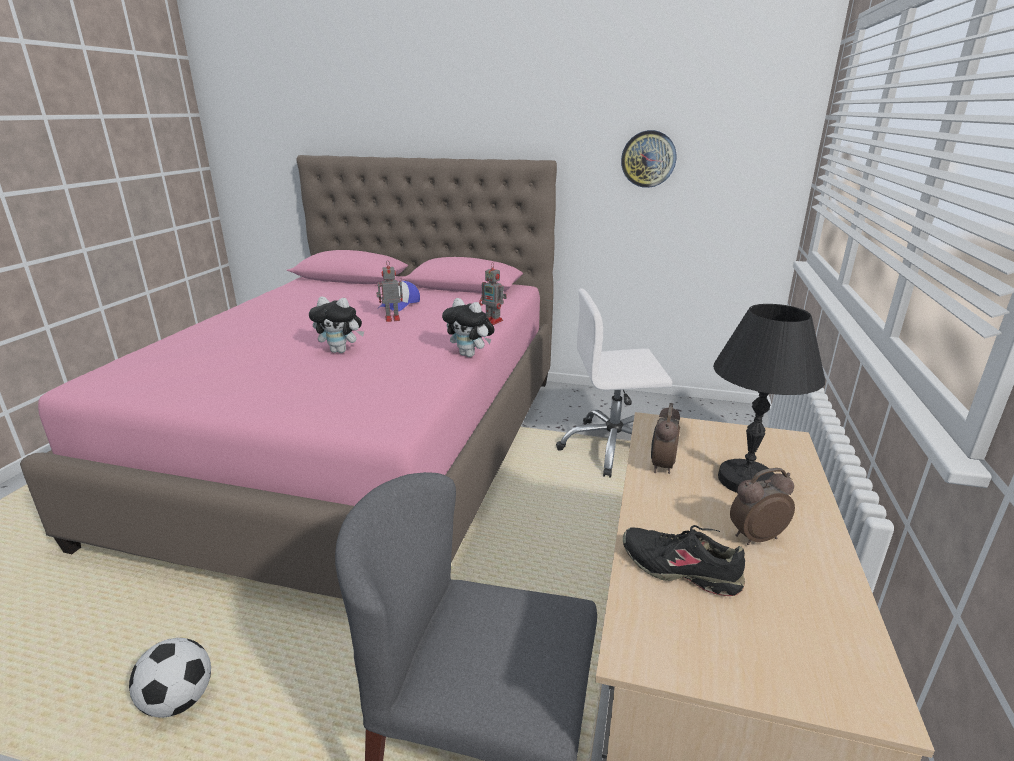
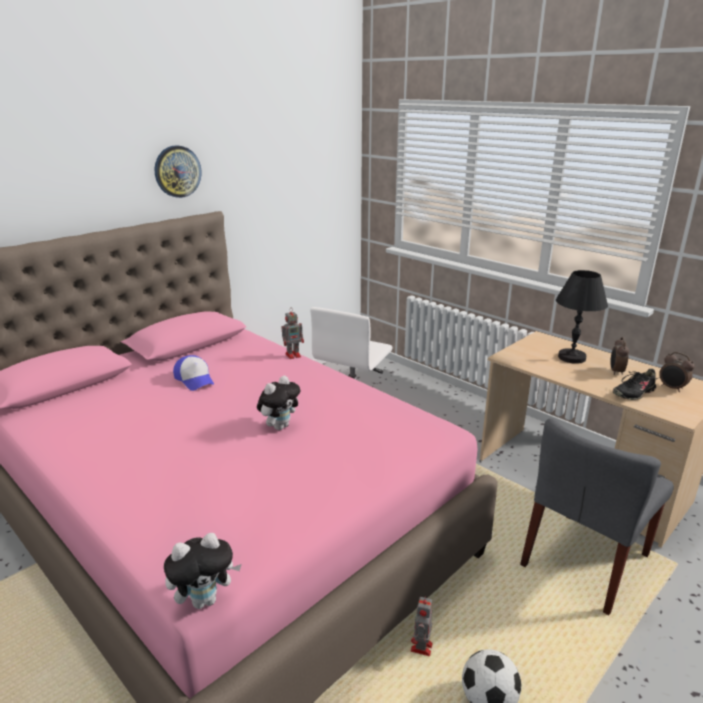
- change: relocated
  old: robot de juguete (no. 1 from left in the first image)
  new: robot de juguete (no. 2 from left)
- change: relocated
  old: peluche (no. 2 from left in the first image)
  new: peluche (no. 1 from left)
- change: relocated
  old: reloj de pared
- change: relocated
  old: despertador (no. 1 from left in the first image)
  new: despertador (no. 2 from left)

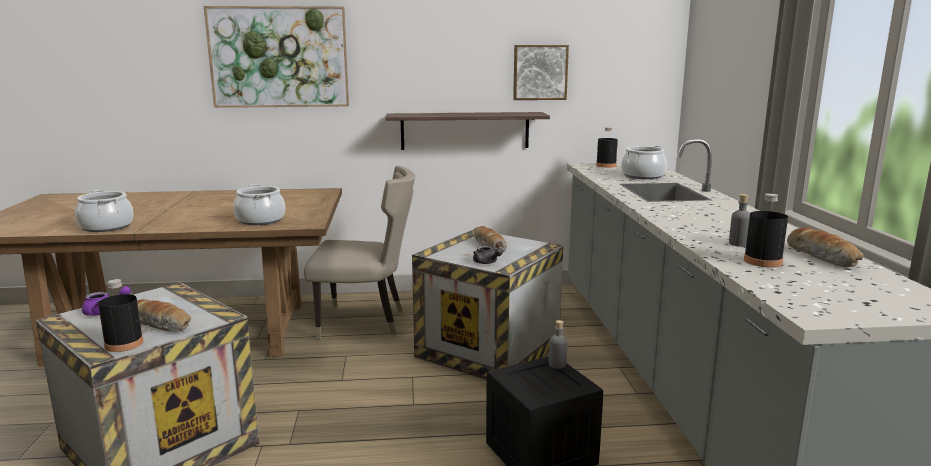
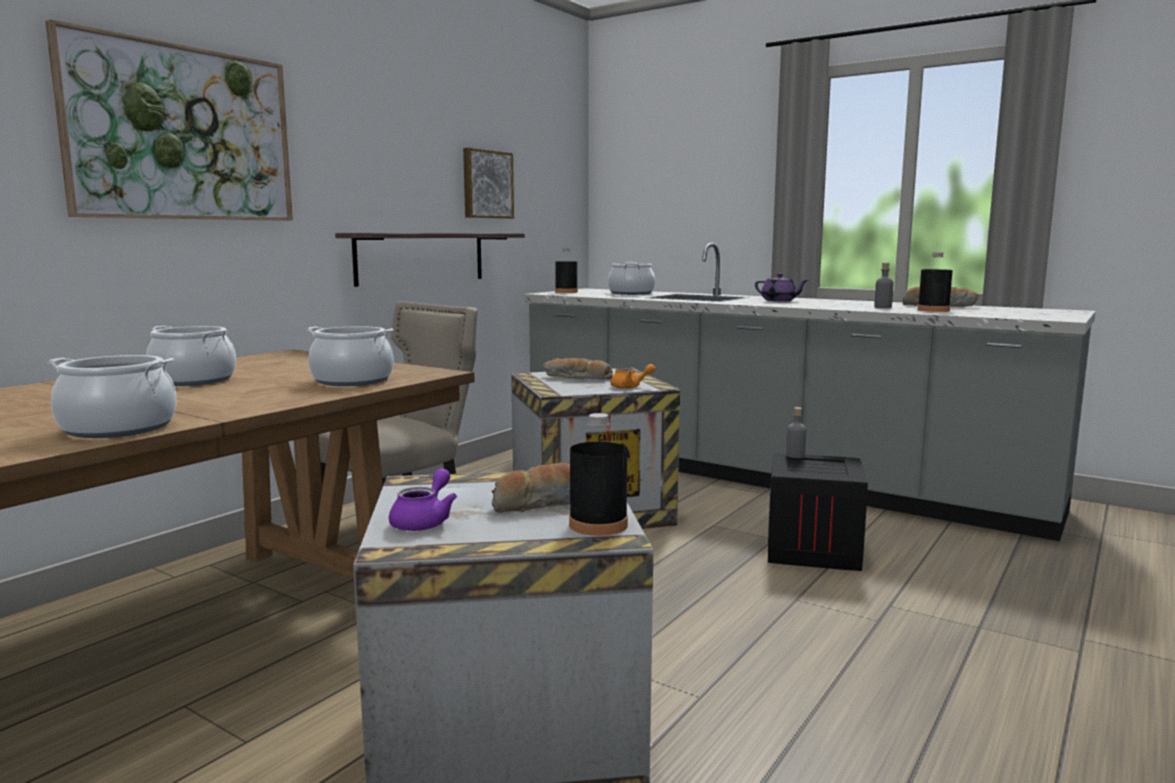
- change: appeared
  new: olla (no. 2 from left)
- change: appeared
  new: tetera [morado] (no. 2 from left)
- change: colour
  old: tetera [gris]
  new: tetera [naranja]

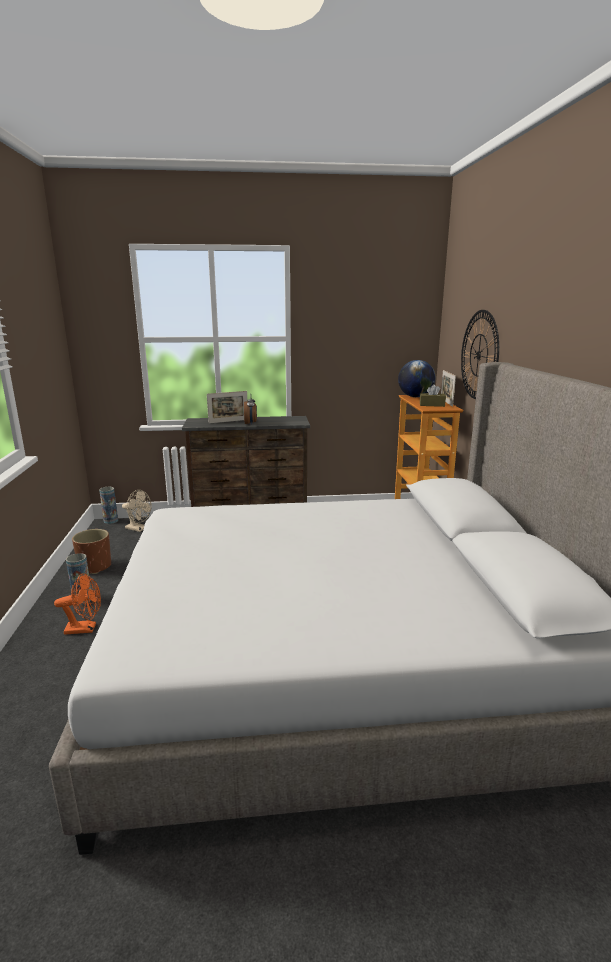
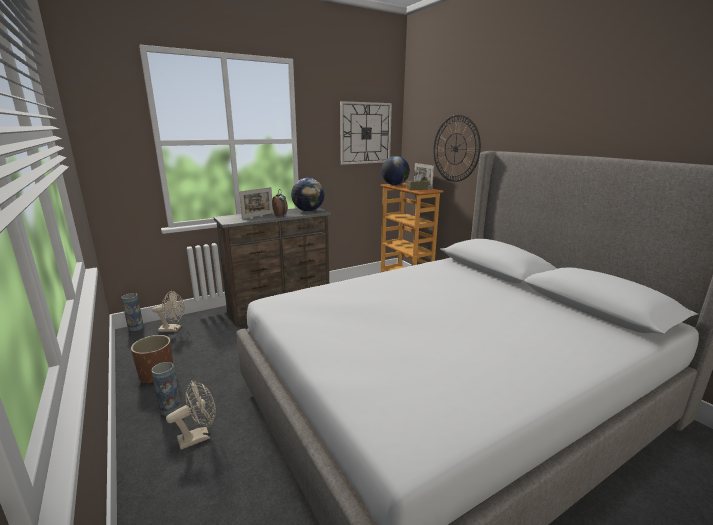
- change: appeared
  new: globo terráqueo (no. 1 from left)
- change: appeared
  new: reloj de pared (no. 1 from left)
- change: colour
  old: ventilador [naranja]
  new: ventilador [beis] (no. 2 from left)

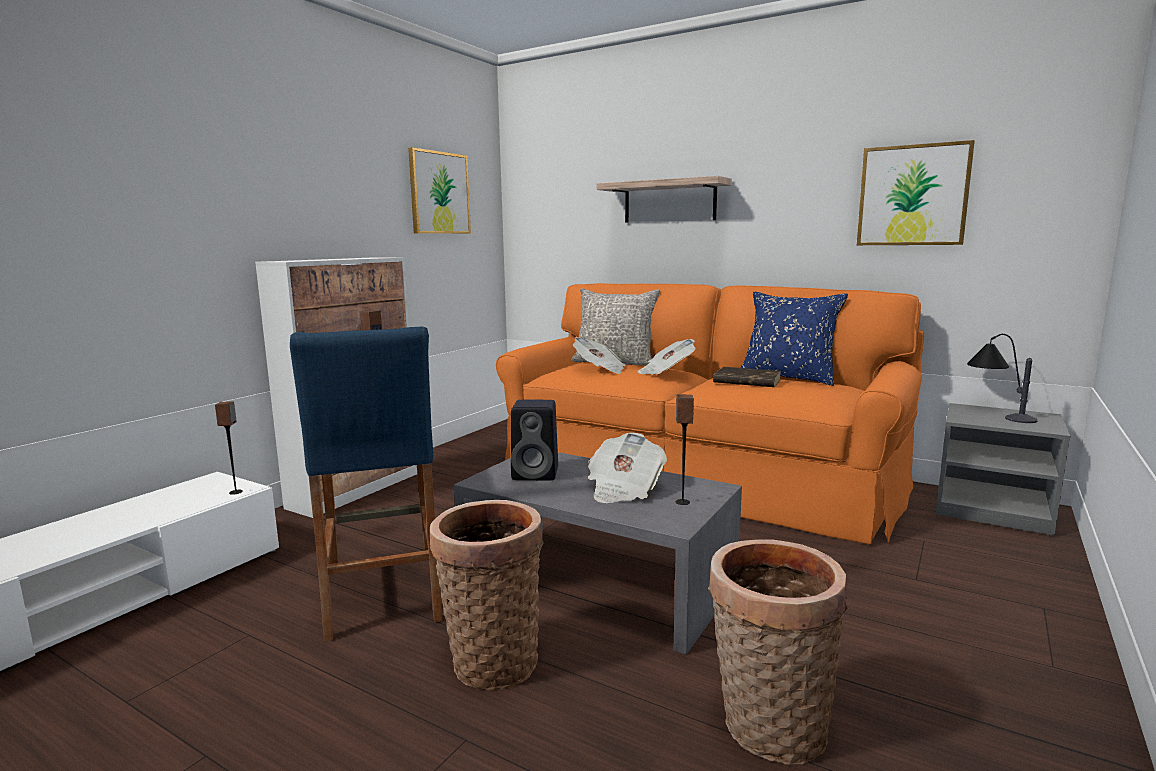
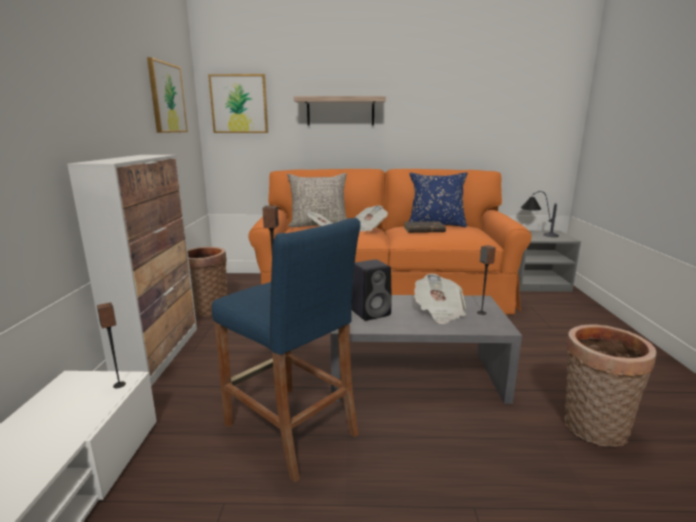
- change: relocated
  old: cesta (no. 1 from left)
- change: relocated
  old: cuadro (no. 2 from left)

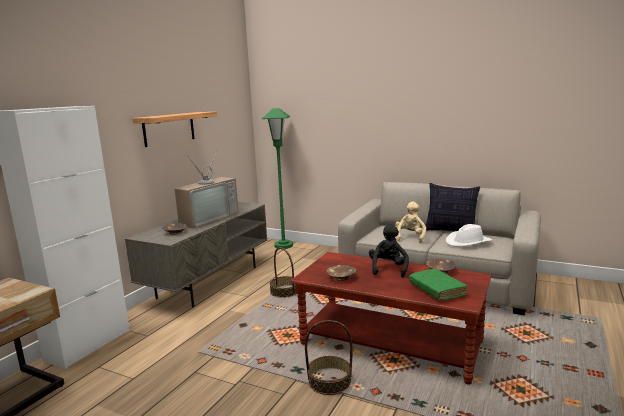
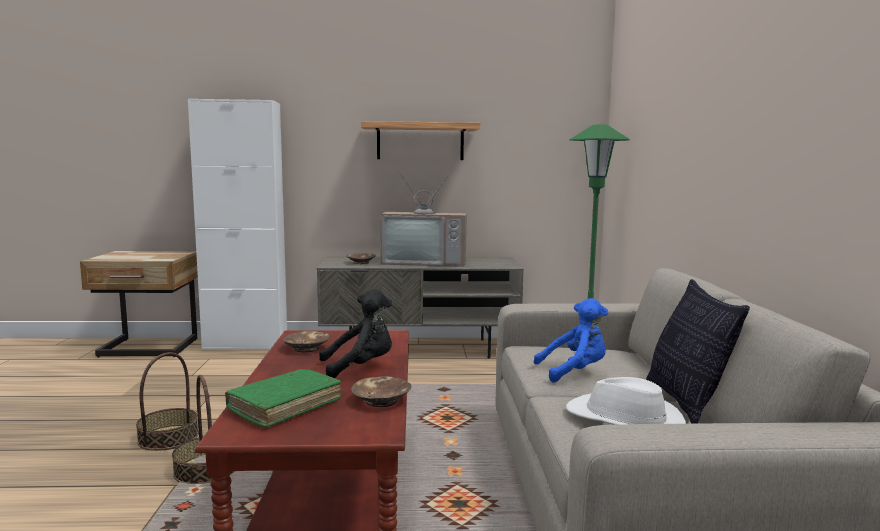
- change: relocated
  old: cesta (no. 1 from left)
- change: colour
  old: peluche [beis]
  new: peluche [azul]

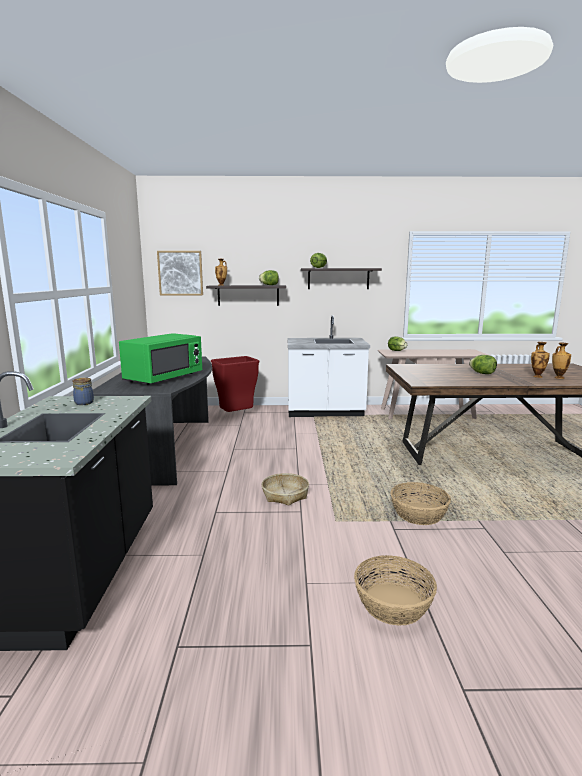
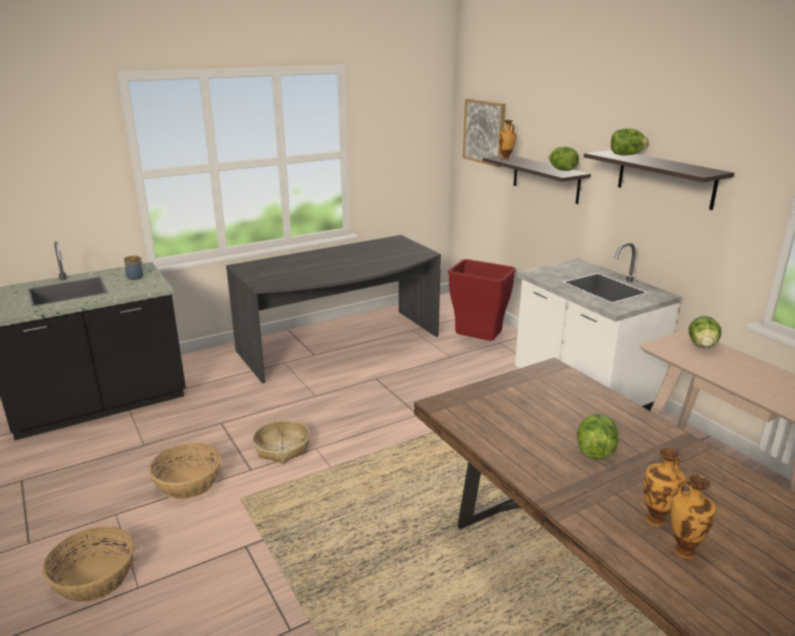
- change: missing
  old: microondas [verde]
- change: relocated
  old: cesta (no. 3 from left in the first image)
  new: cesta (no. 2 from left)

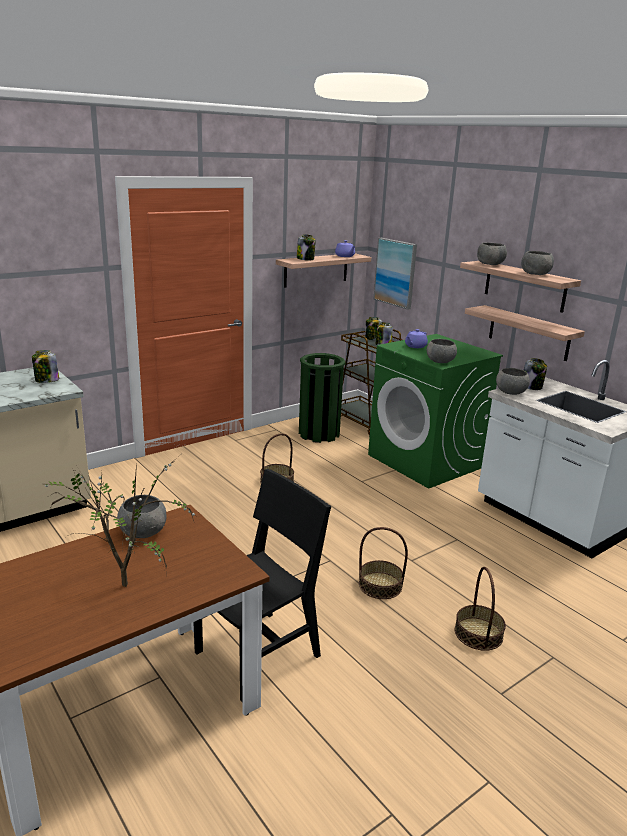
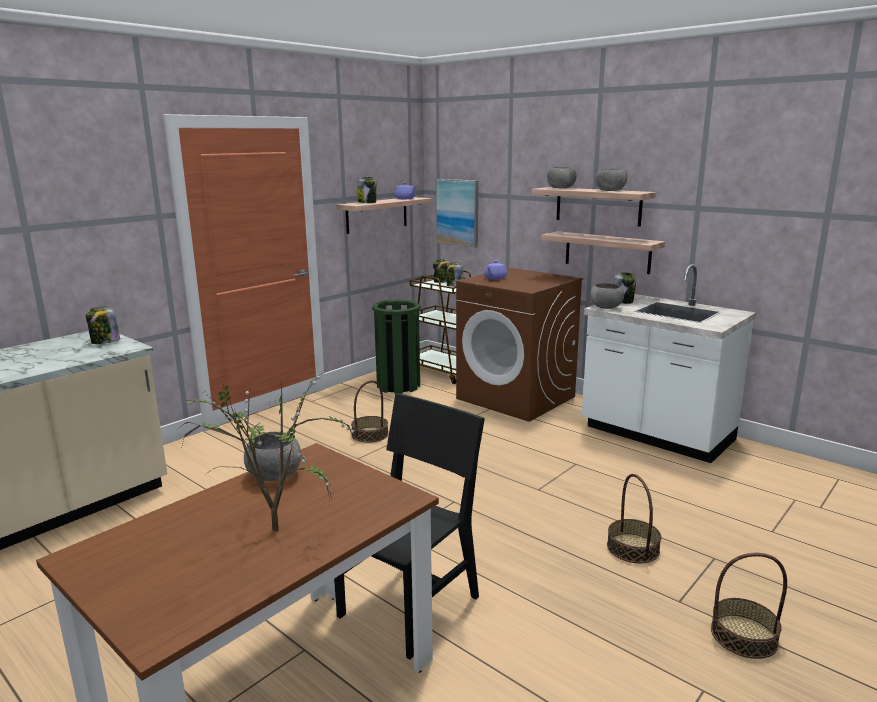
- change: missing
  old: cuenco [gris] (no. 2 from left)
- change: relocated
  old: cesta (no. 2 from left in the first image)
  new: cesta (no. 3 from left)
- change: colour
  old: lavadora [verde]
  new: lavadora [marrón]

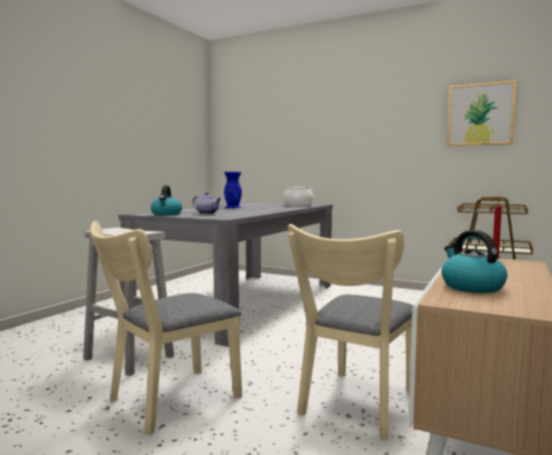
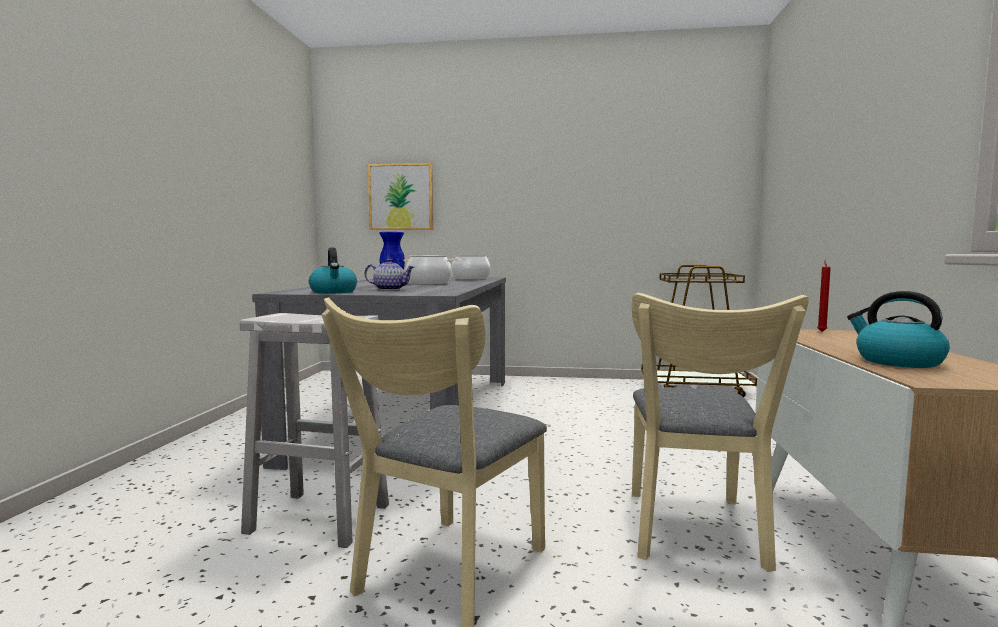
- change: appeared
  new: olla (no. 1 from left)
- change: relocated
  old: cuadro

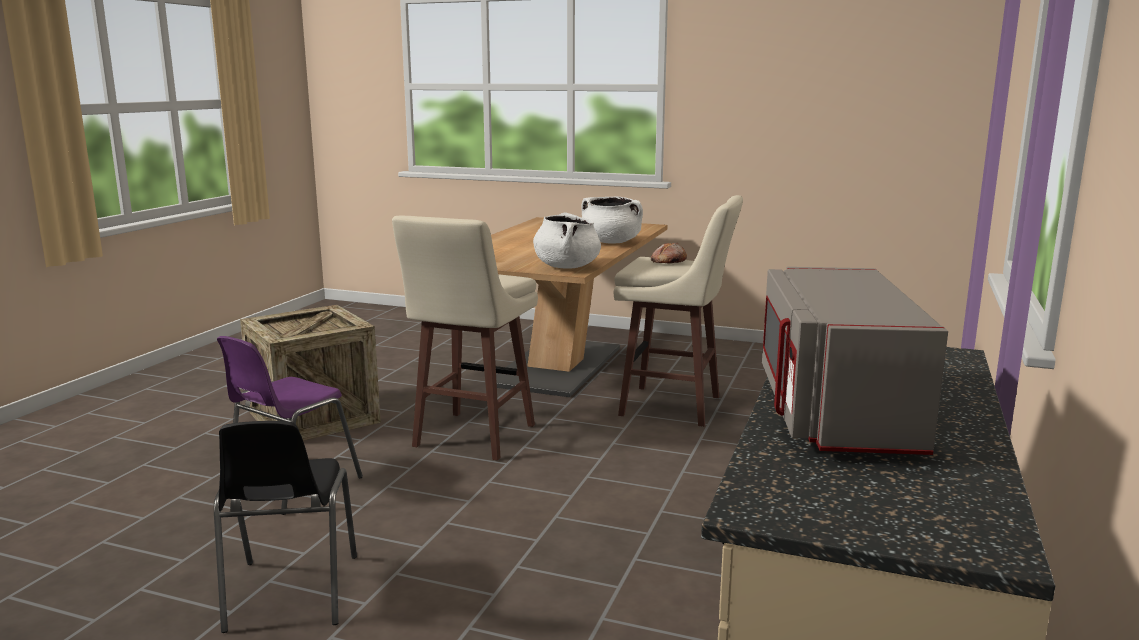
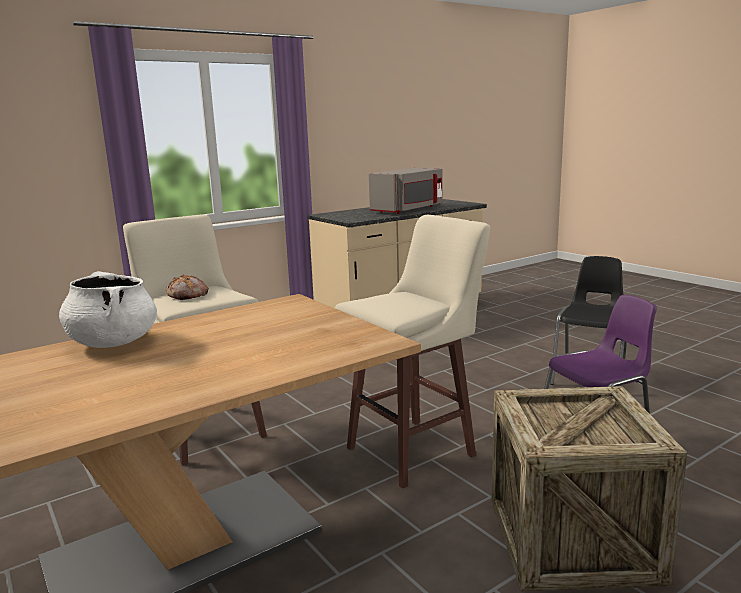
- change: missing
  old: olla [blanco] (no. 1 from left)

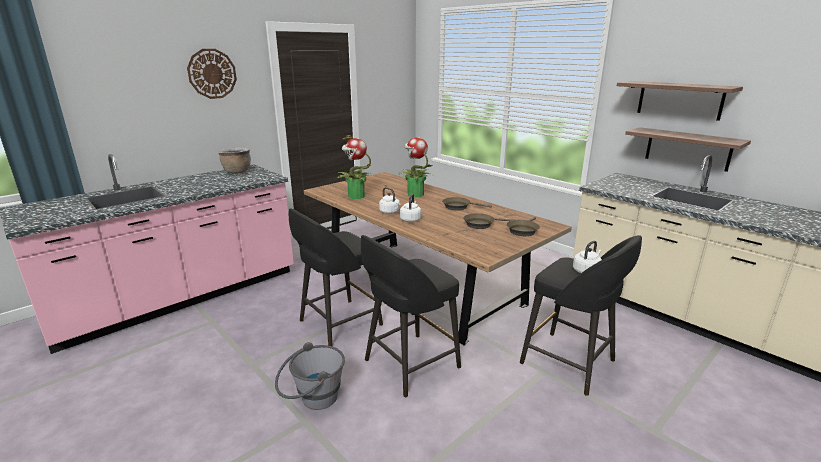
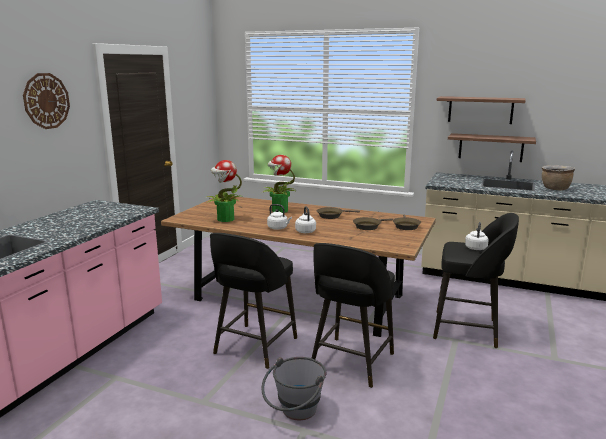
- change: relocated
  old: olla [marrón]

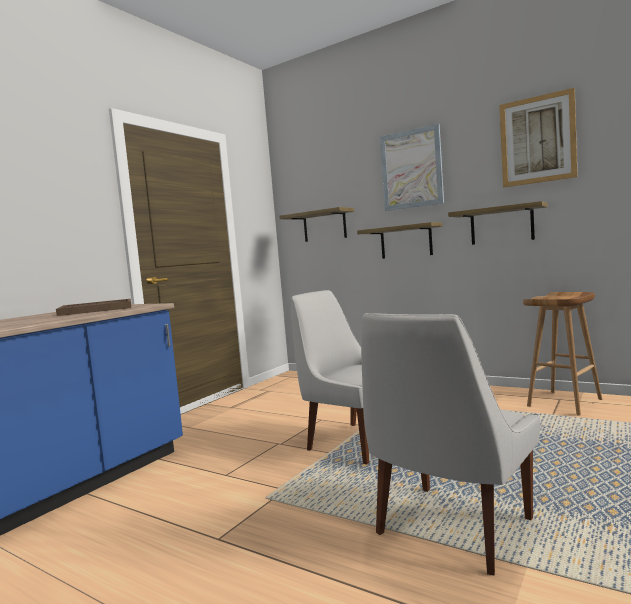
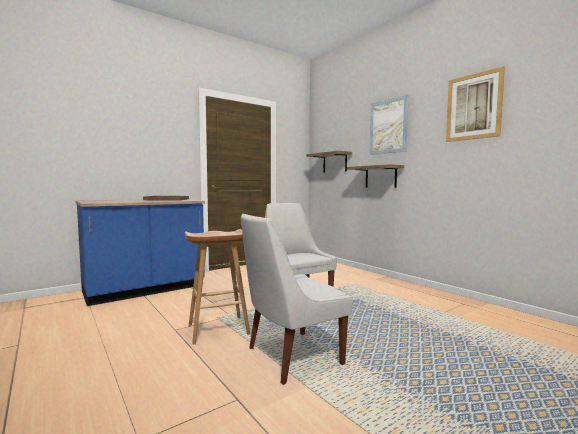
- change: missing
  old: estante (no. 3 from left)
- change: relocated
  old: taburete [marrón]

